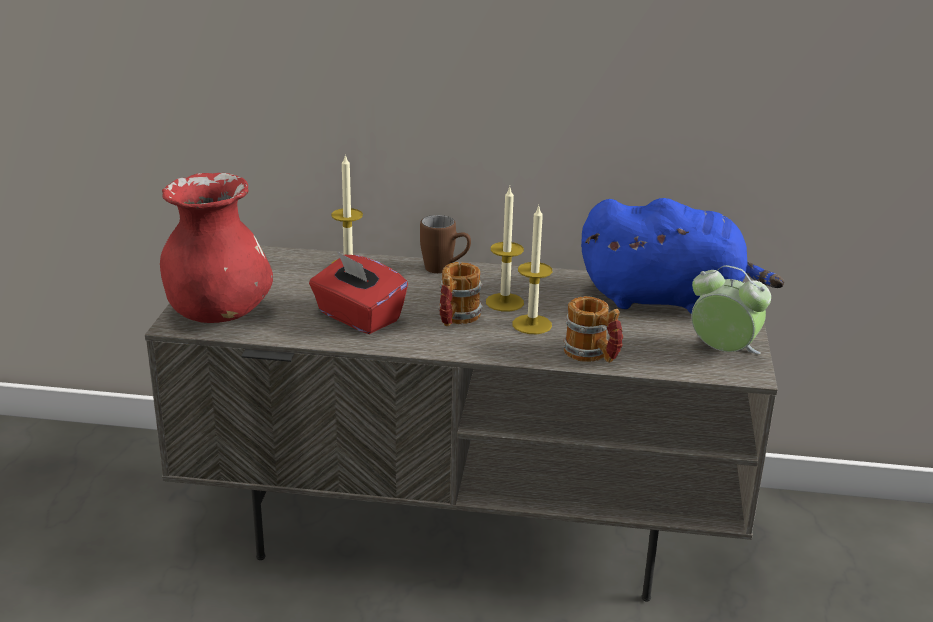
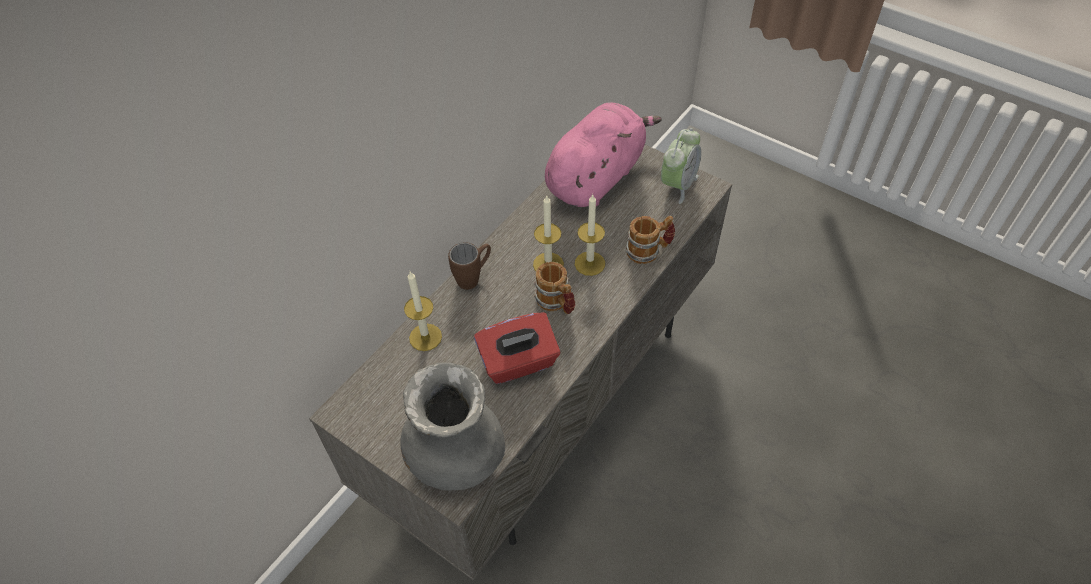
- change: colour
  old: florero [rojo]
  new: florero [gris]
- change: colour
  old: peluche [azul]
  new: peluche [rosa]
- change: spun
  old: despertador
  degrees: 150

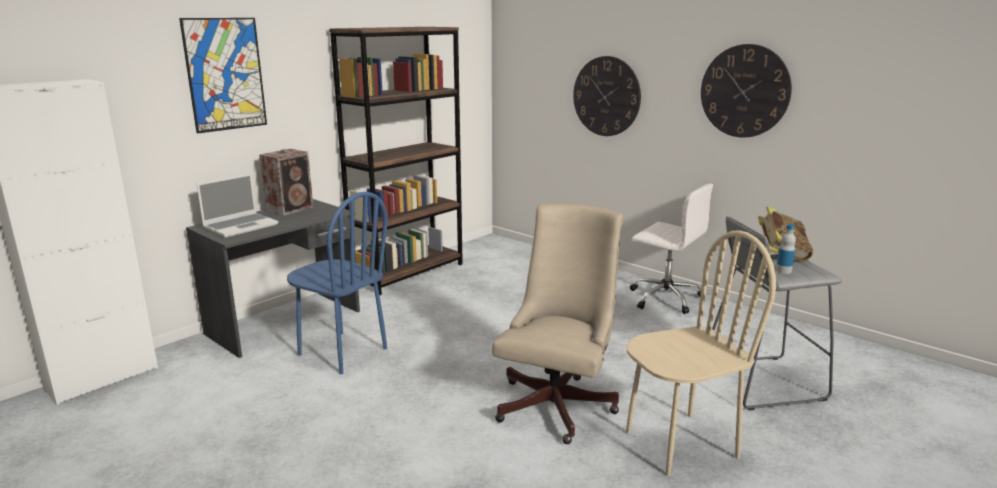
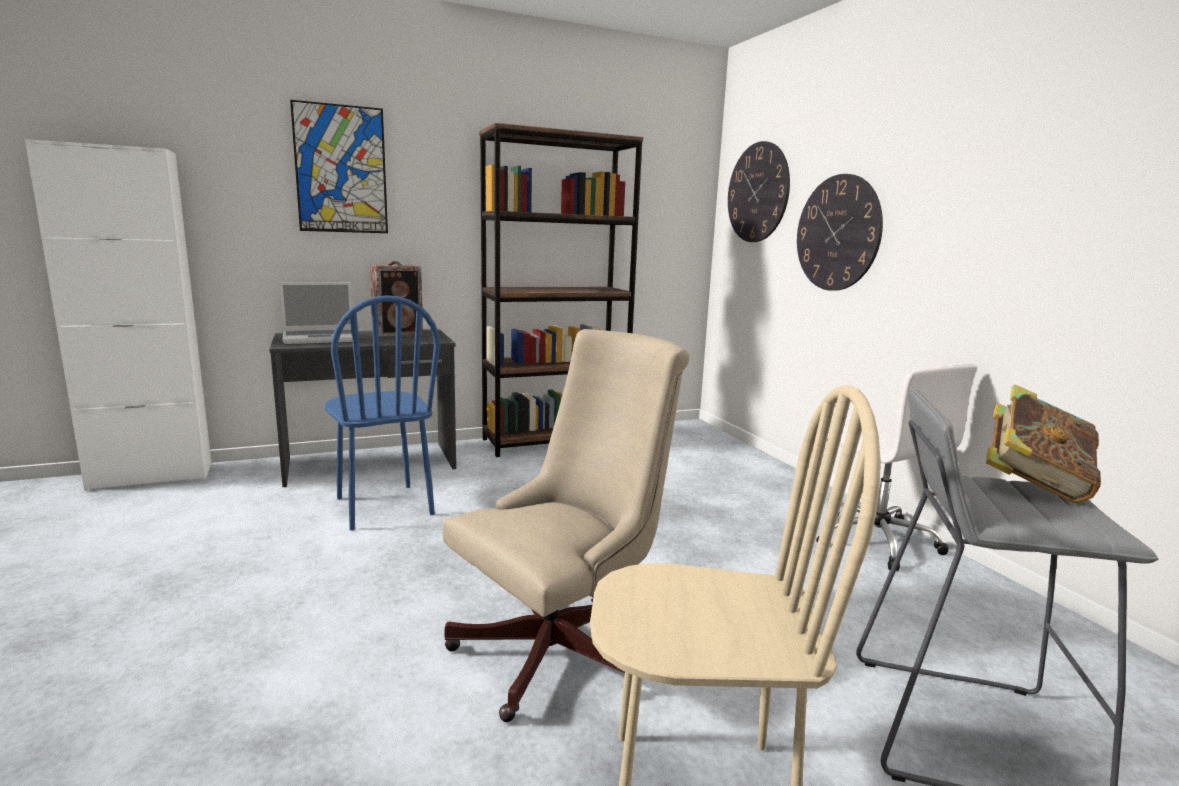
- change: missing
  old: botella
- change: relocated
  old: reloj de pared (no. 2 from left in the first image)
  new: reloj de pared (no. 1 from left)

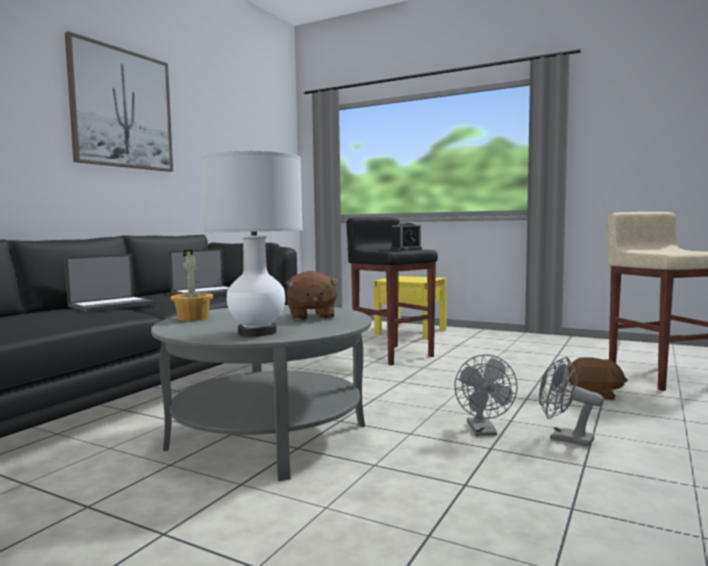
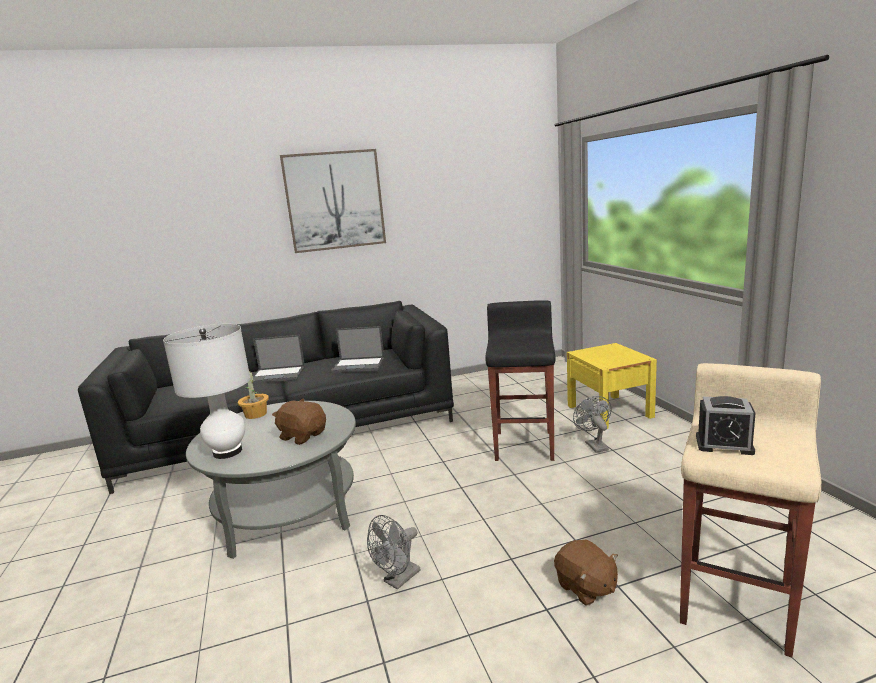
- change: relocated
  old: despertador
- change: relocated
  old: ventilador [gris] (no. 2 from left)
- change: spun
  old: peluche [marrón] (no. 1 from left)
  degrees: 90

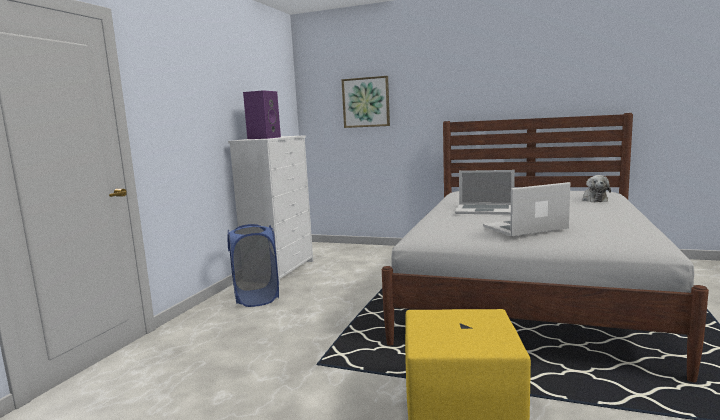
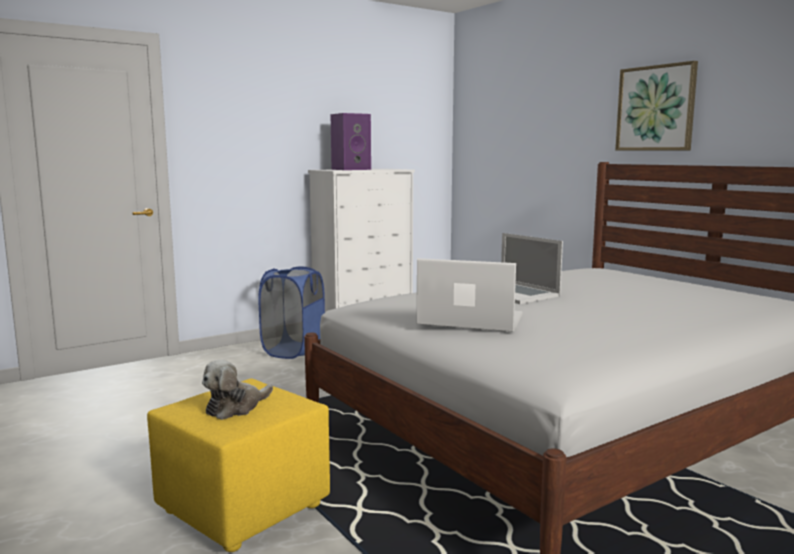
- change: relocated
  old: cuadro
- change: relocated
  old: peluche

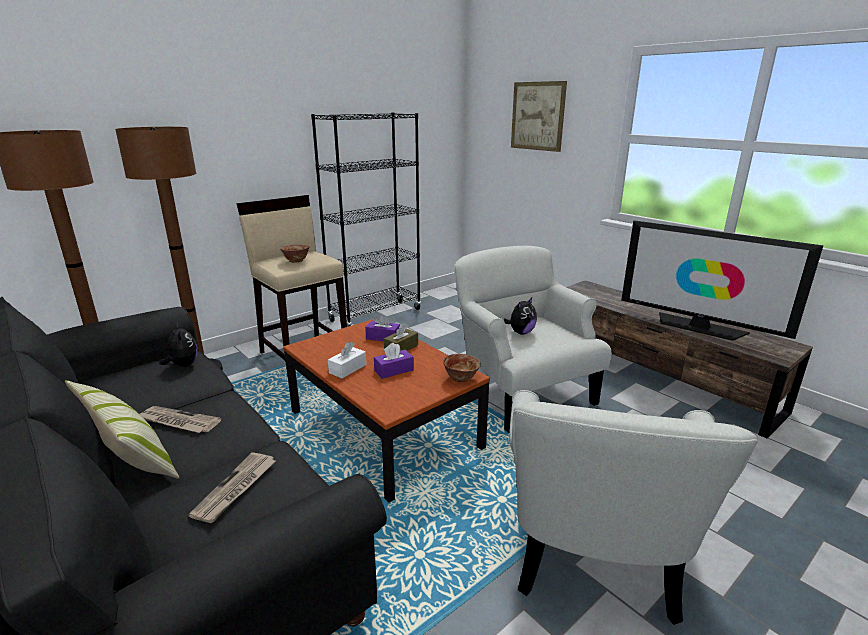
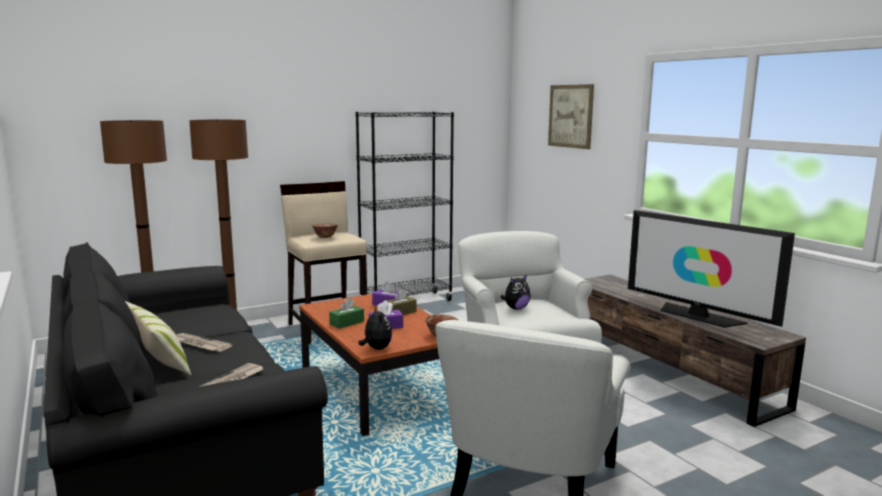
- change: relocated
  old: peluche (no. 1 from left)
- change: colour
  old: caja de pañuelos [blanco]
  new: caja de pañuelos [verde]

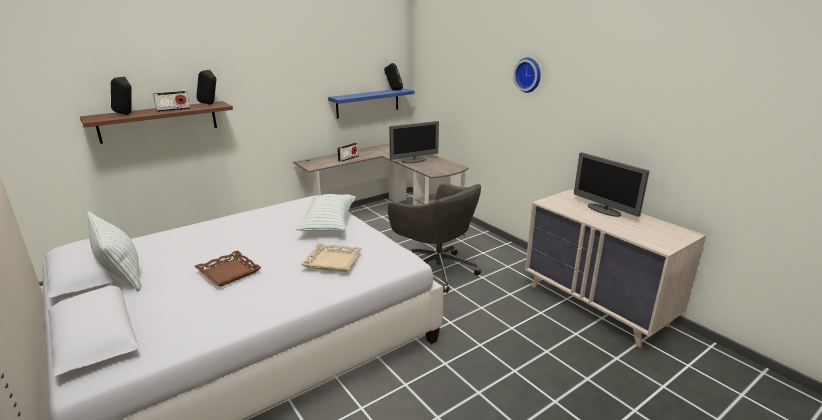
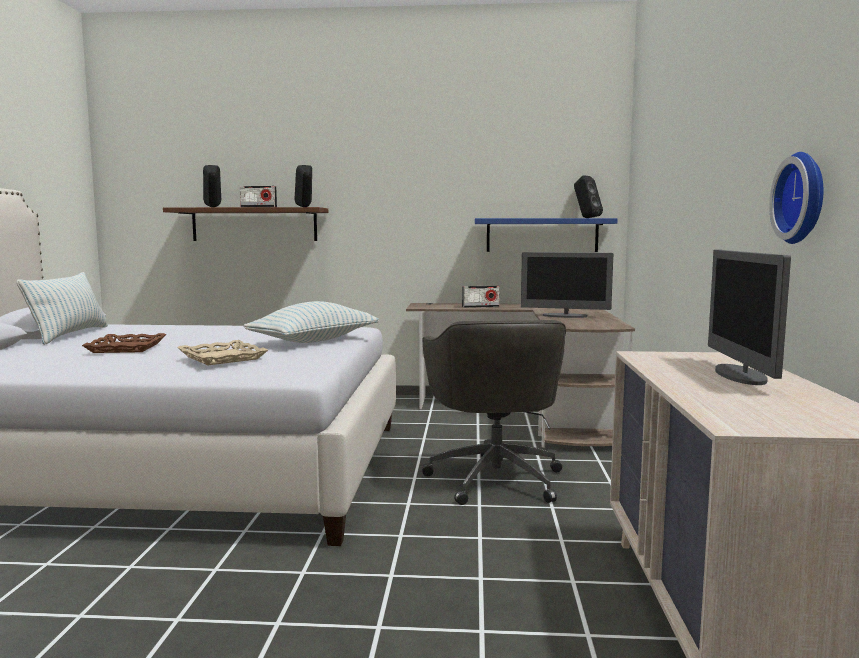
- change: relocated
  old: reloj de pared

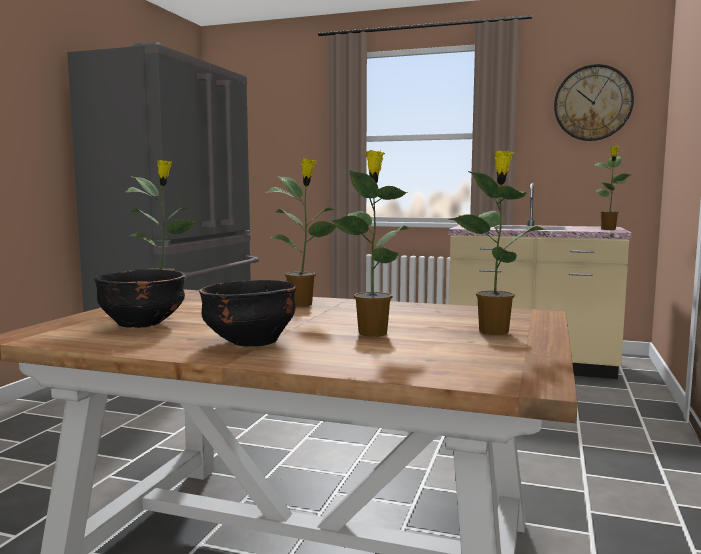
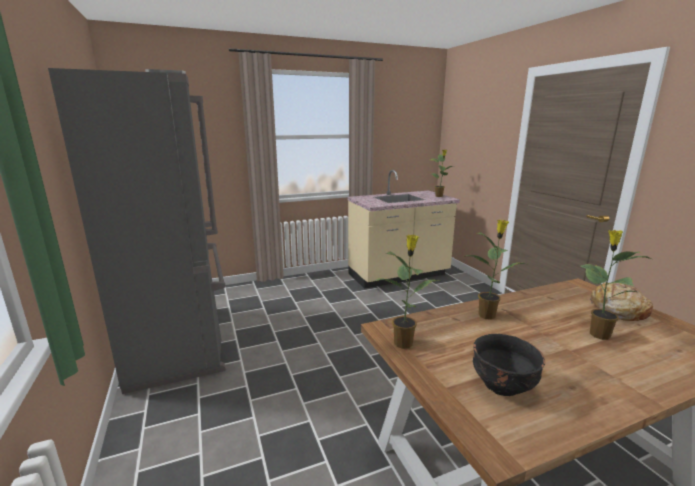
- change: missing
  old: cuenco [negro] (no. 2 from left)
- change: missing
  old: reloj de pared
- change: exchanged
  old: planta en maceta (no. 4 from left)
  new: pan

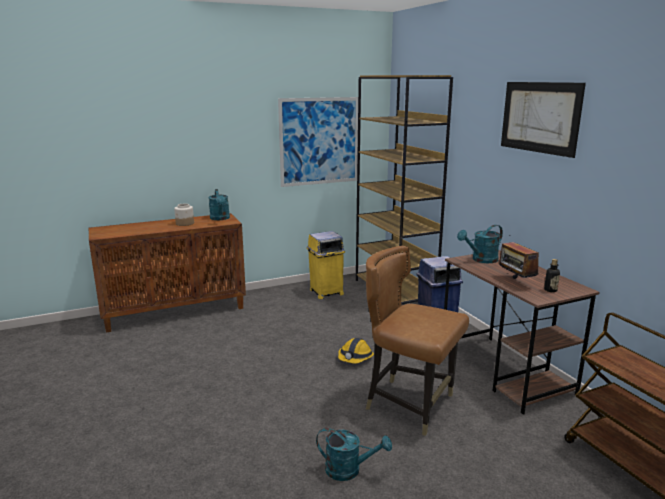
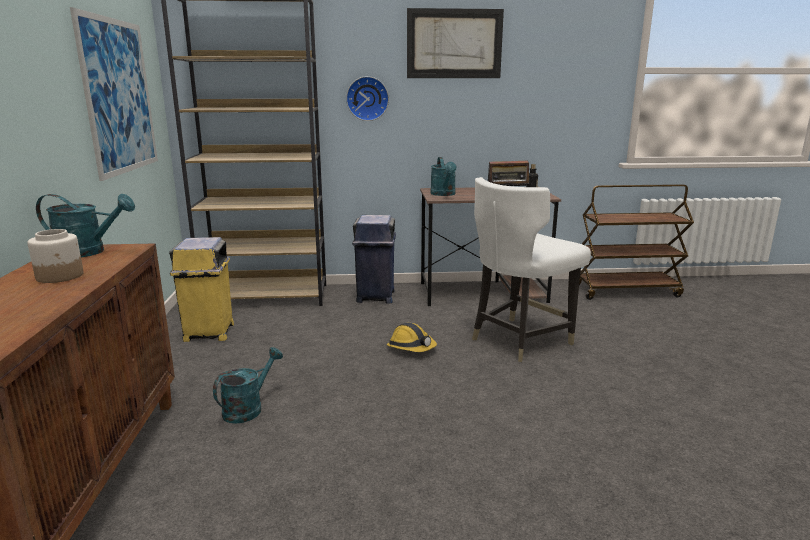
- change: appeared
  new: reloj de pared
- change: relocated
  old: regadera [turquesa] (no. 2 from left)
- change: colour
  old: silla [marrón]
  new: silla [blanco]

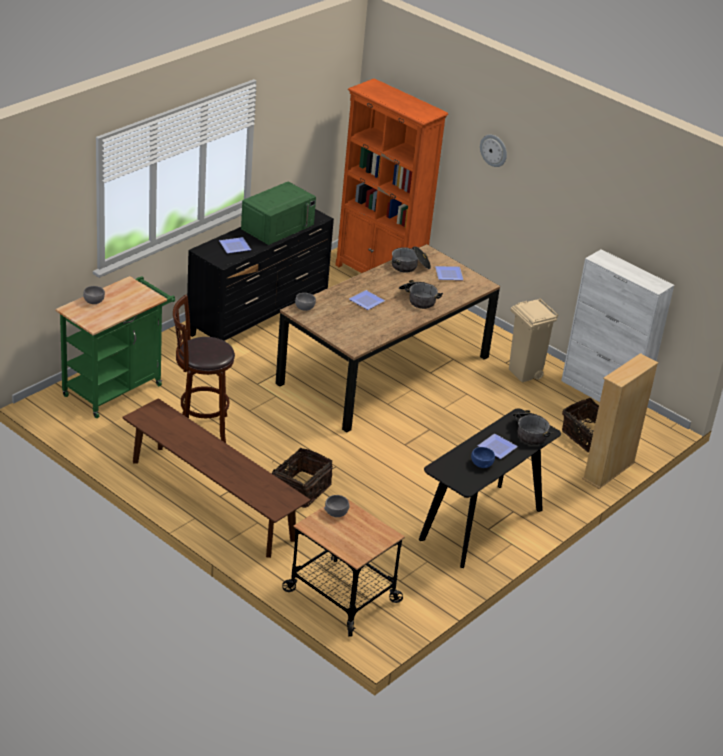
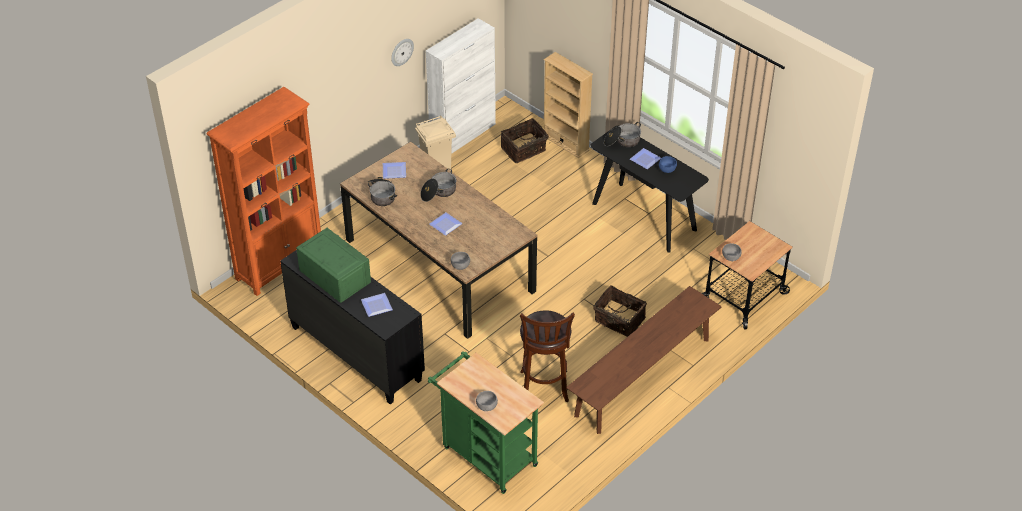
- change: relocated
  old: reloj de pared

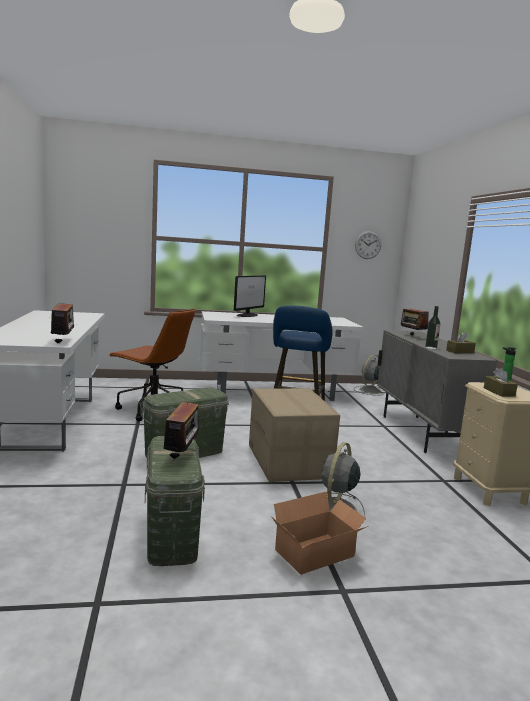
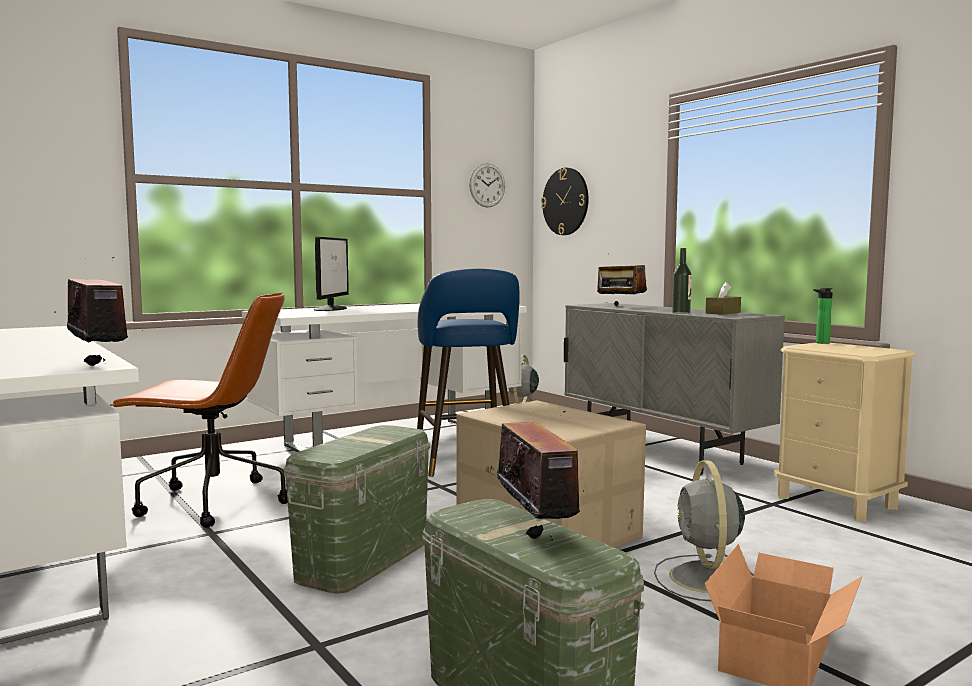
- change: missing
  old: caja de pañuelos [marrón] (no. 2 from left)
- change: appeared
  new: reloj de pared (no. 2 from left)

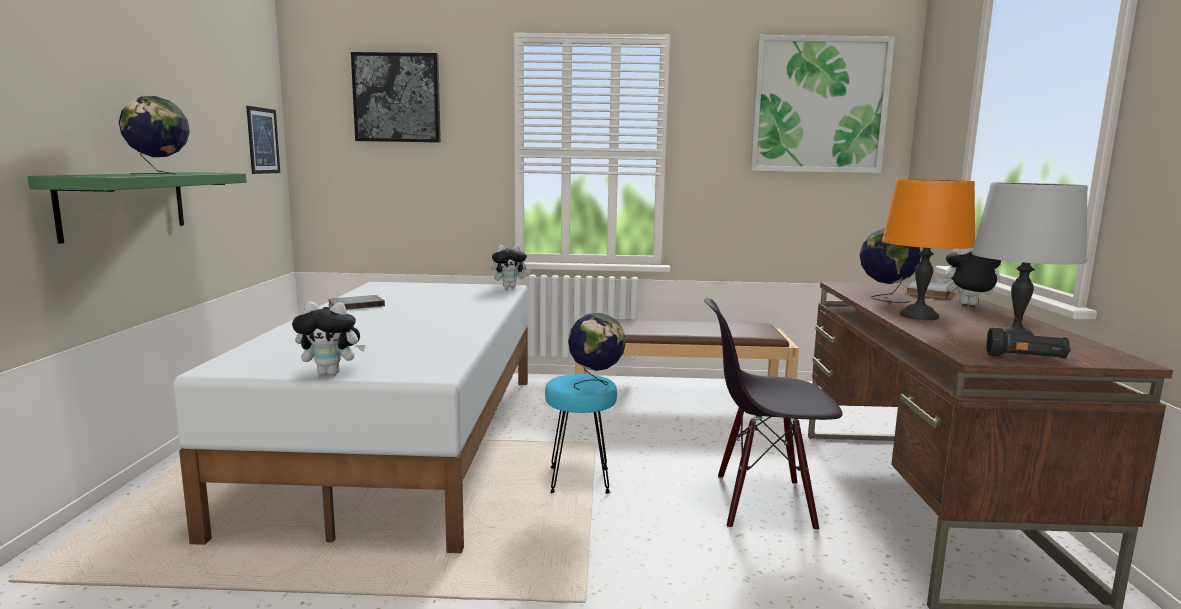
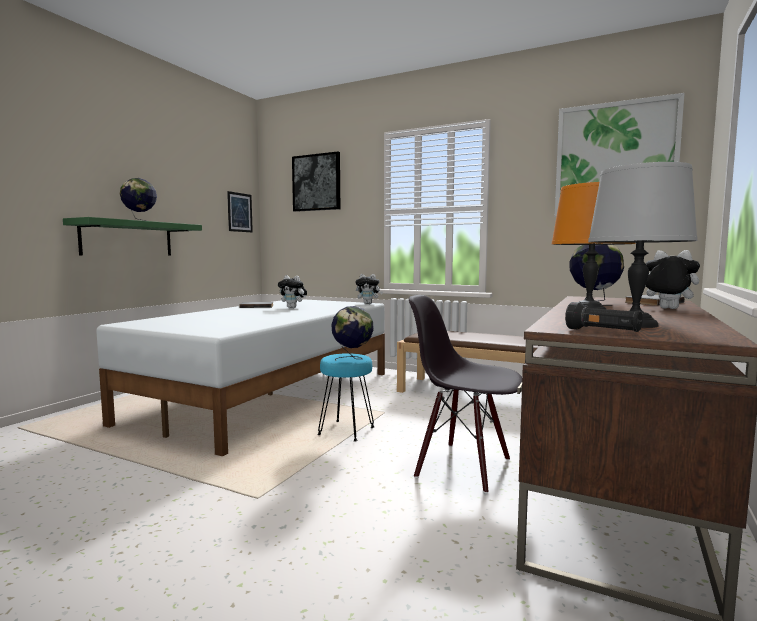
- change: relocated
  old: peluche (no. 1 from left)

